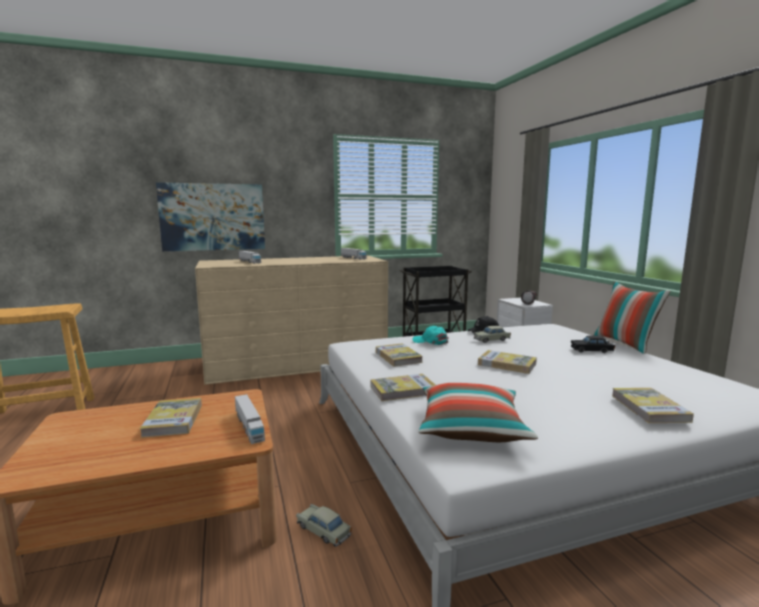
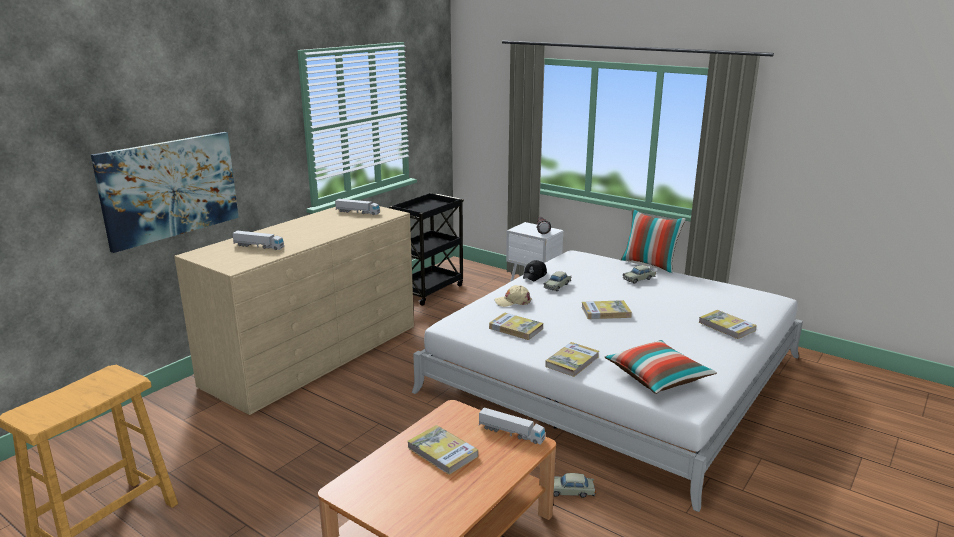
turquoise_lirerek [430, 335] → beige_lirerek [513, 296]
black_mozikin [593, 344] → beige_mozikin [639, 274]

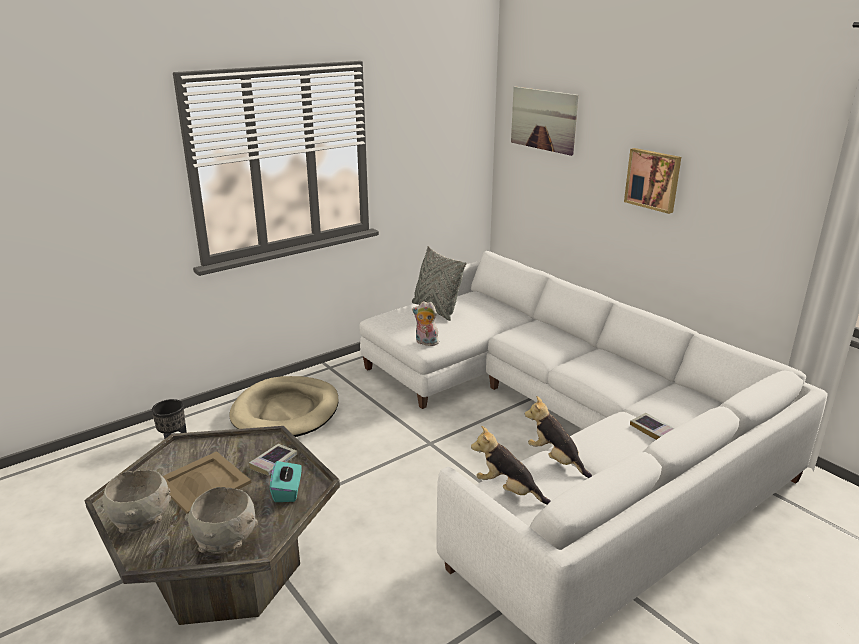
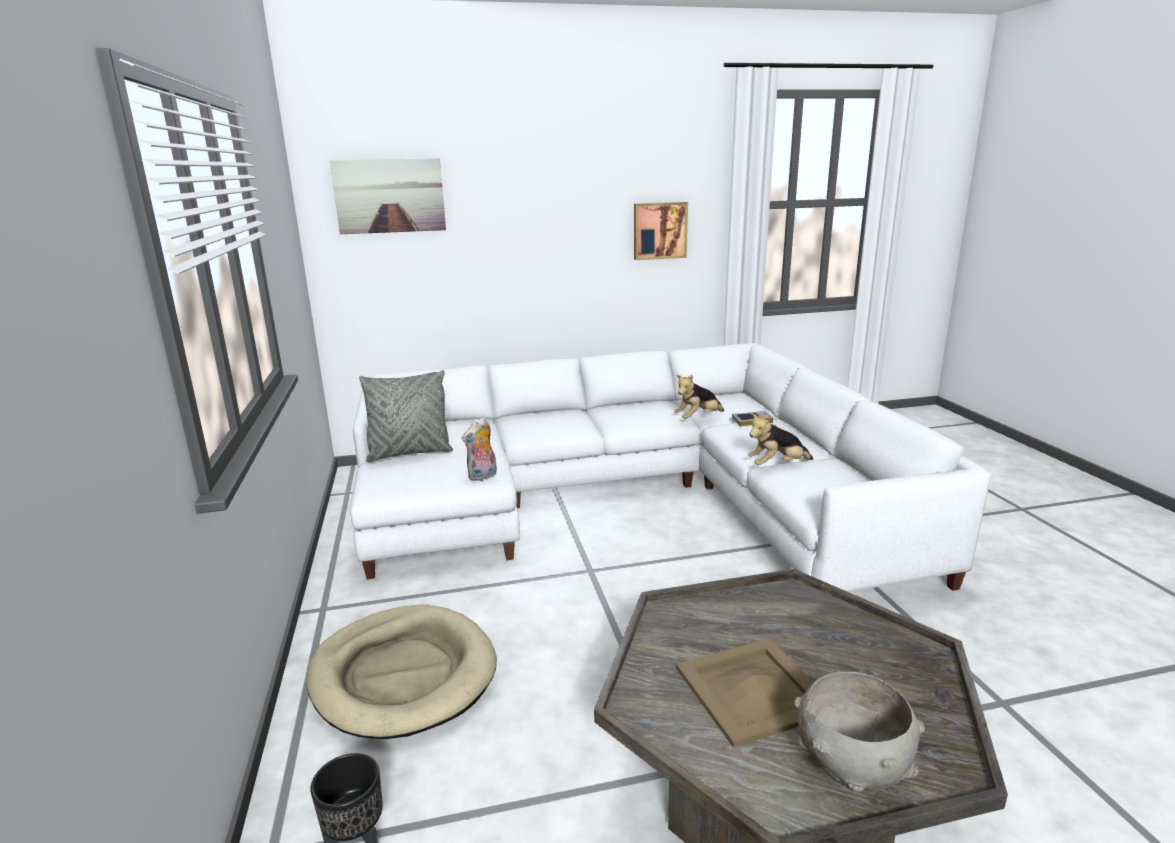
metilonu [652, 181] → metilonu [661, 231], moved
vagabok [511, 465] → vagabok [699, 396], moved
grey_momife [221, 520] → -
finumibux [273, 460] → -
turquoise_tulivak [286, 481] → -

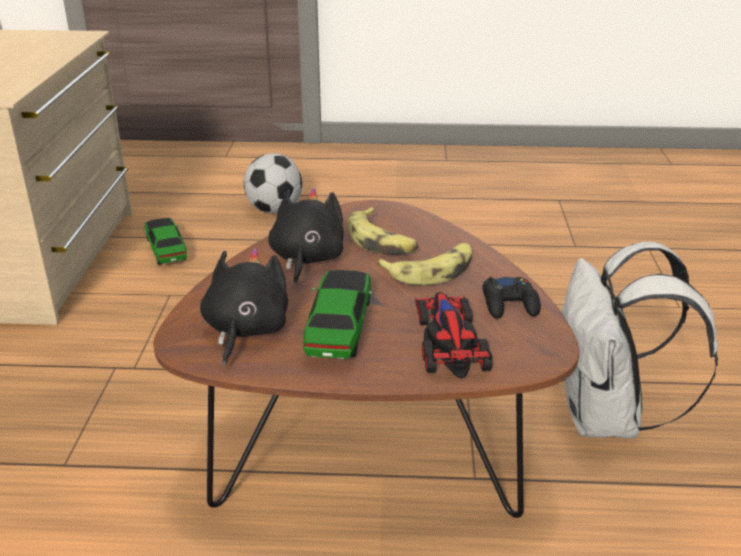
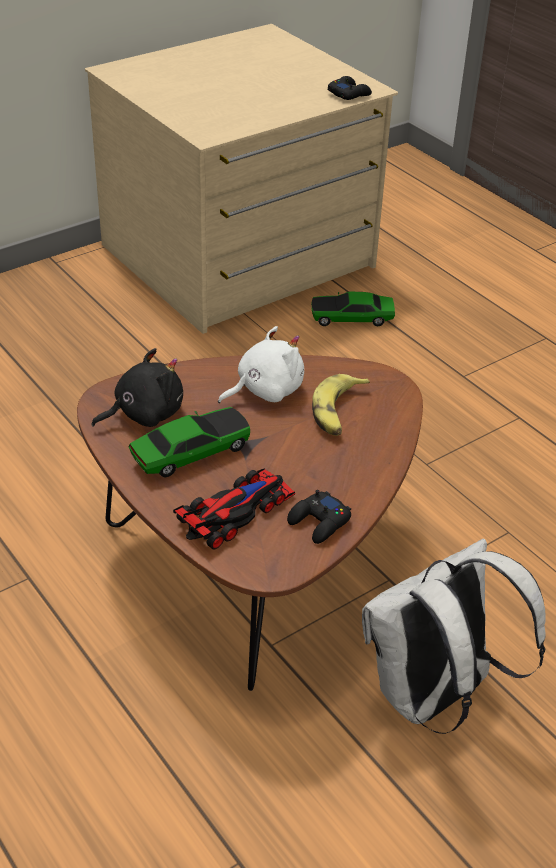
black_vagabok [306, 236] → white_vagabok [261, 364]
mozikin [165, 241] → mozikin [353, 308], 120 degrees counterclockwise
- → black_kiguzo [350, 88]
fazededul [273, 183] → -
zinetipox [424, 264] → -

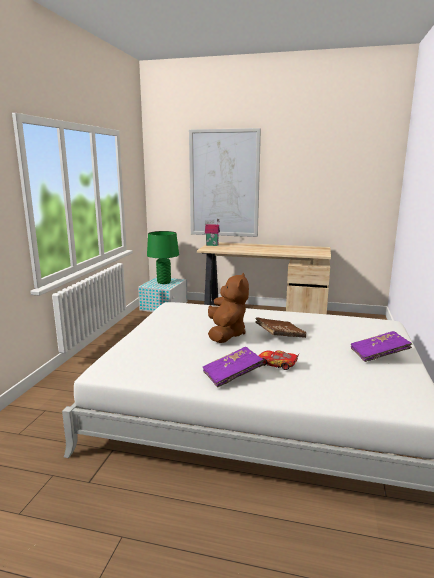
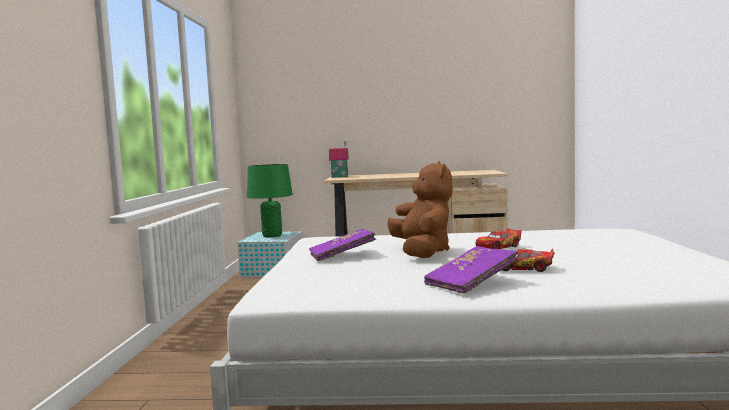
purple_finumibux [381, 346] → purple_finumibux [342, 245], moved
brown_finumibux [281, 327] → mozikin [498, 238]
metilonu [225, 182] → -

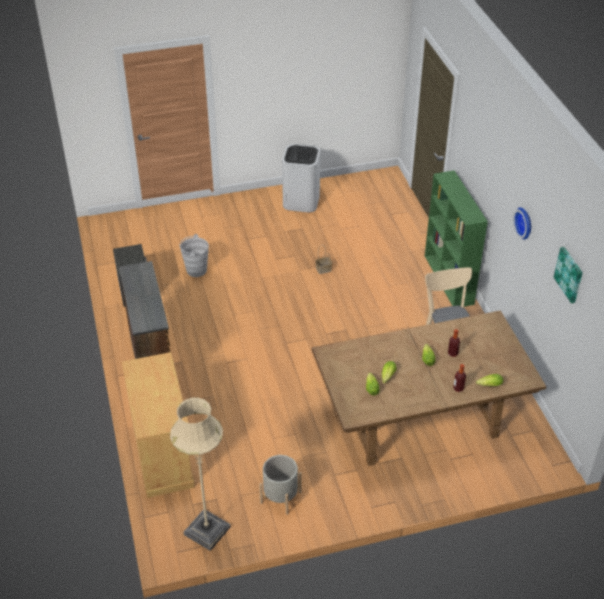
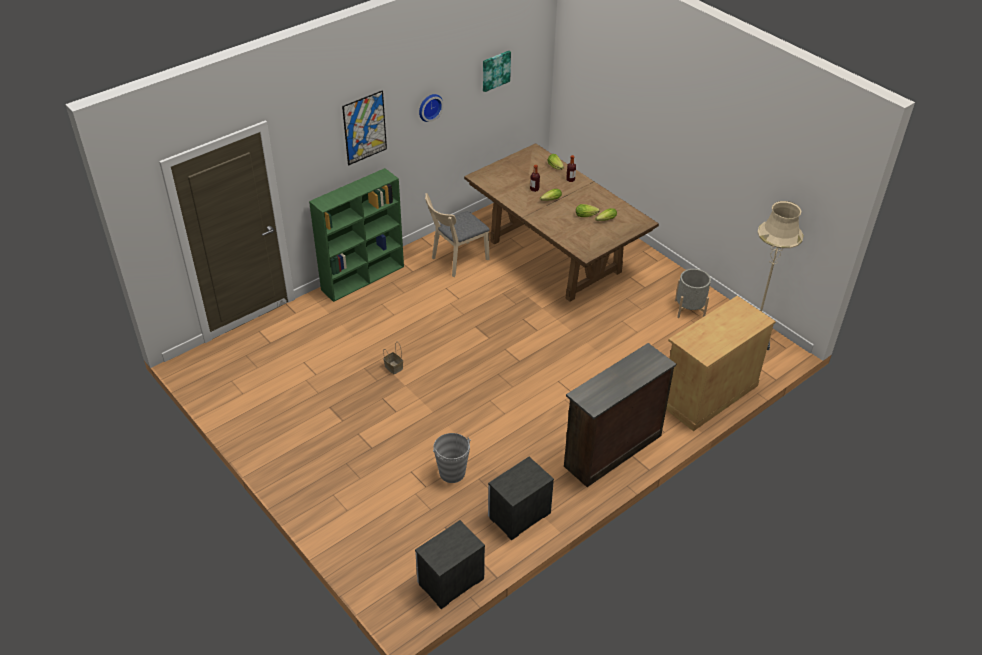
- → metilonu [364, 128]
- → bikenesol [450, 564]
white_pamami [301, 178] → -

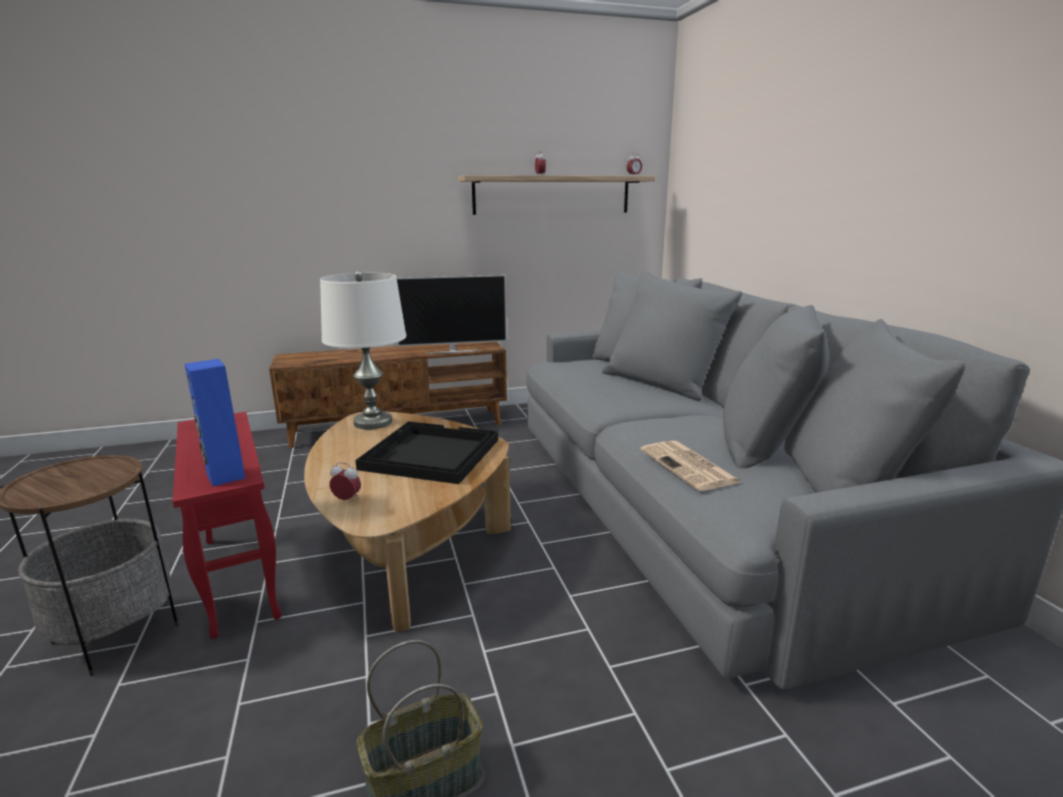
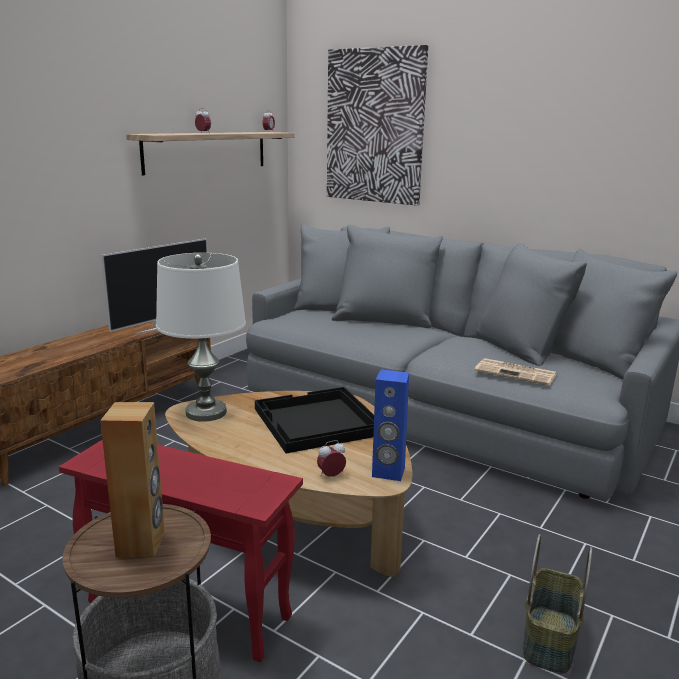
- → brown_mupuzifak [132, 480]
- → metilonu [377, 125]
blue_mupuzifak [215, 422] → blue_mupuzifak [390, 425], moved

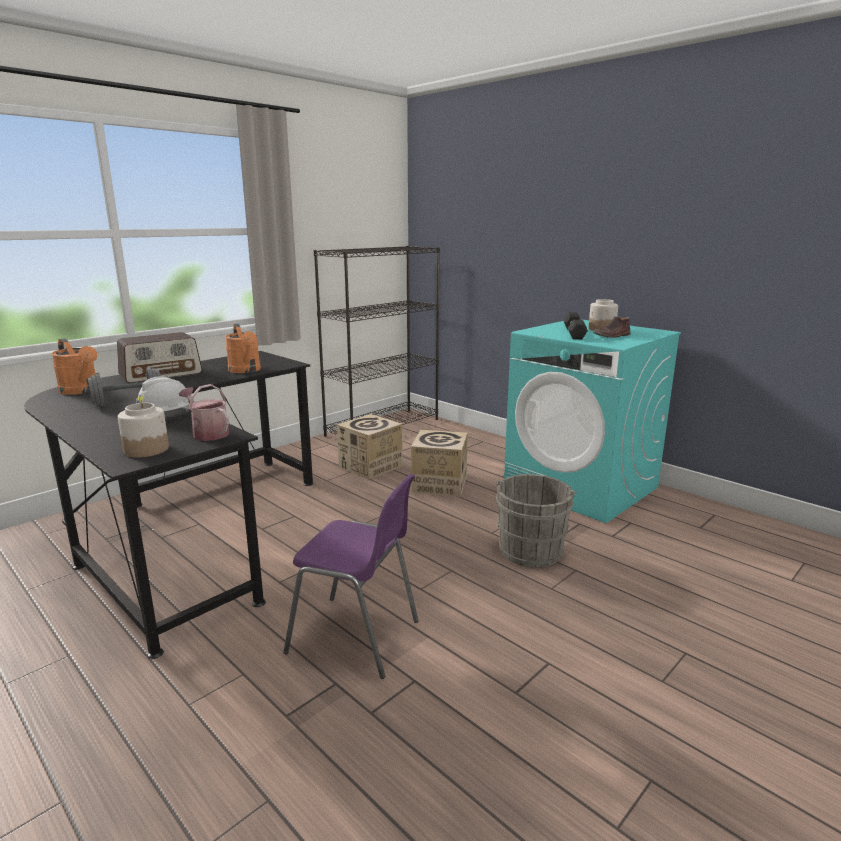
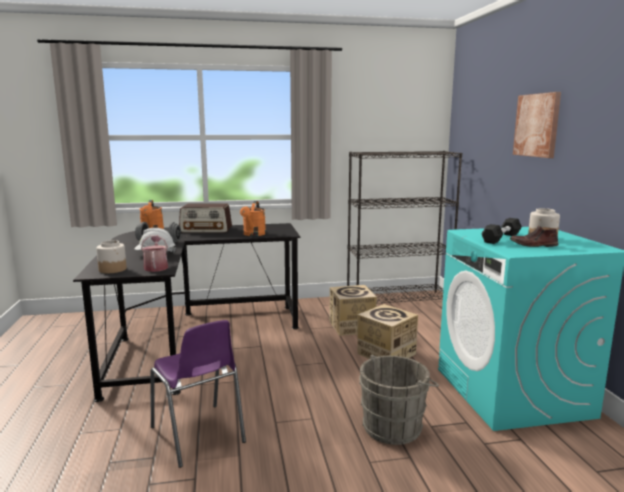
- → metilonu [537, 125]

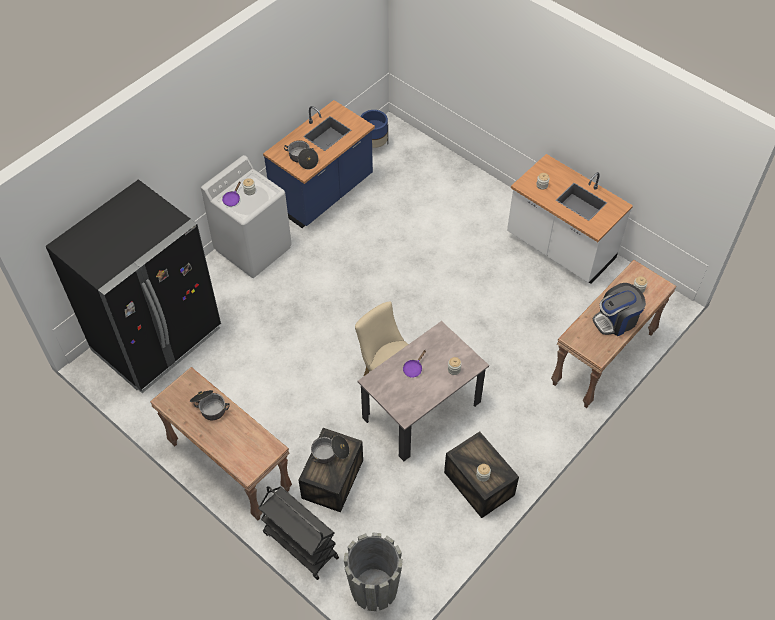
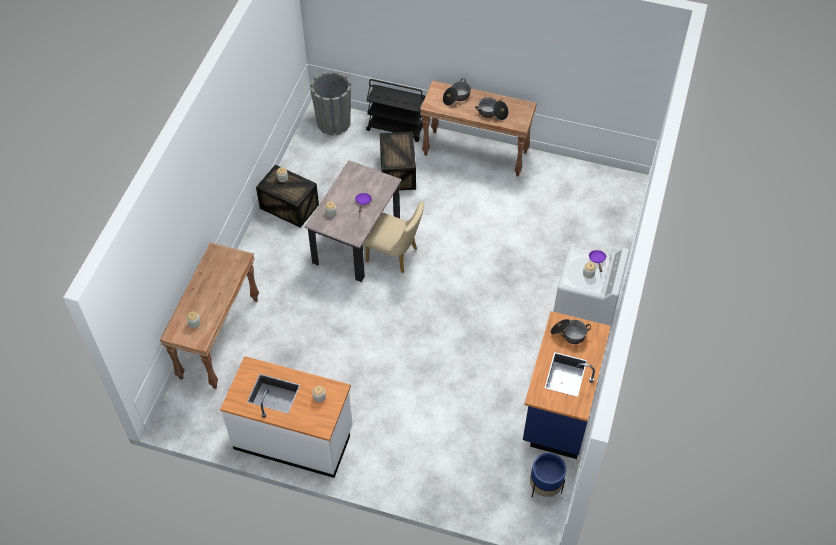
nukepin [329, 449] → nukepin [457, 92], moved
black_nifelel [133, 286] → -
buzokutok [619, 309] → -

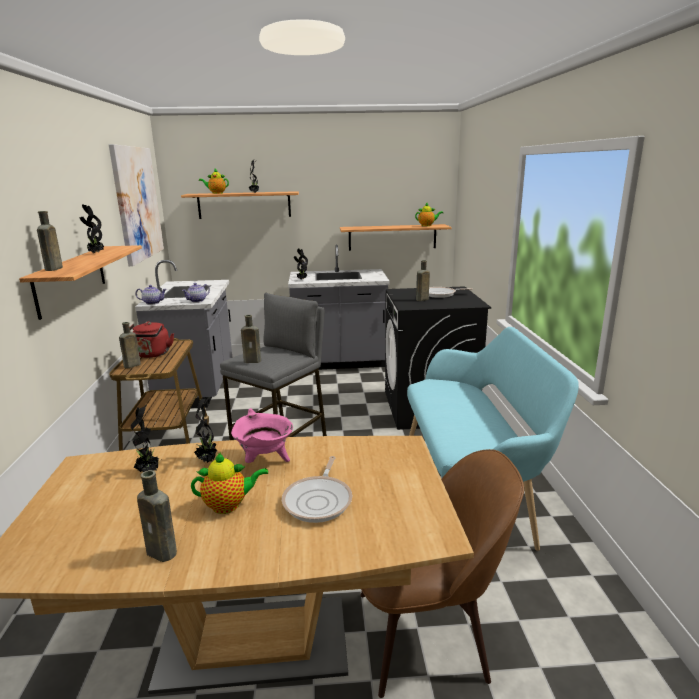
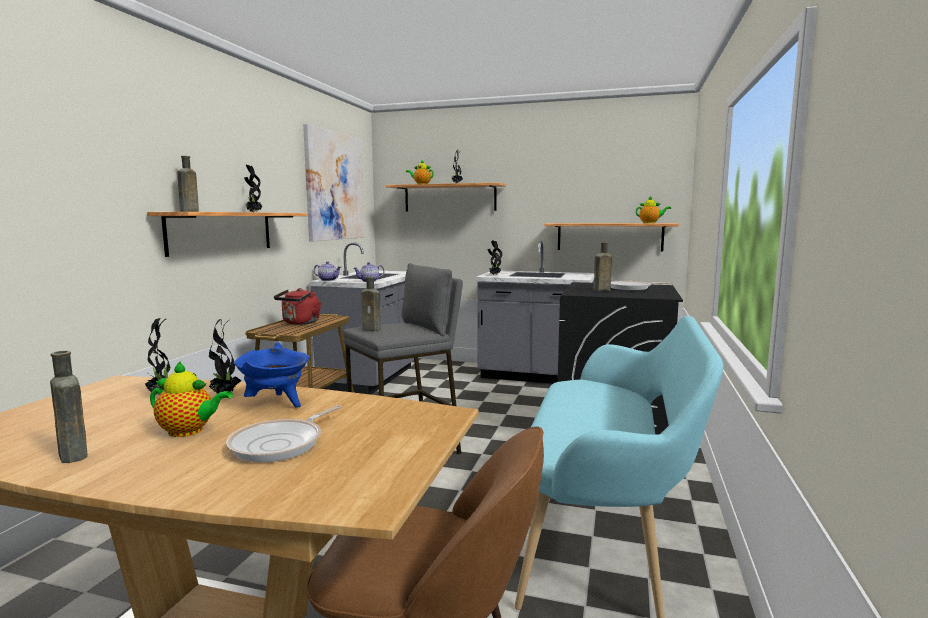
pink_nukepin [262, 435] → blue_nukepin [271, 375]
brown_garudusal [130, 345] → -

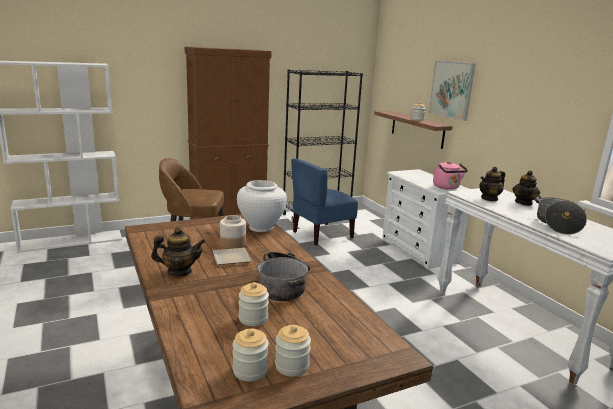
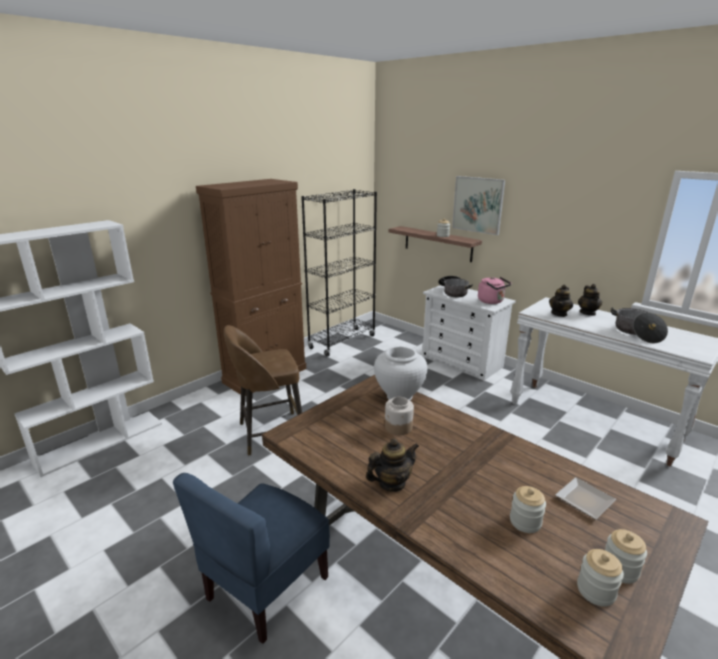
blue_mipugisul [324, 201] → blue_mipugisul [251, 558], moved
nukepin [284, 276] → nukepin [455, 286], moved
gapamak [232, 256] → gapamak [585, 498], moved

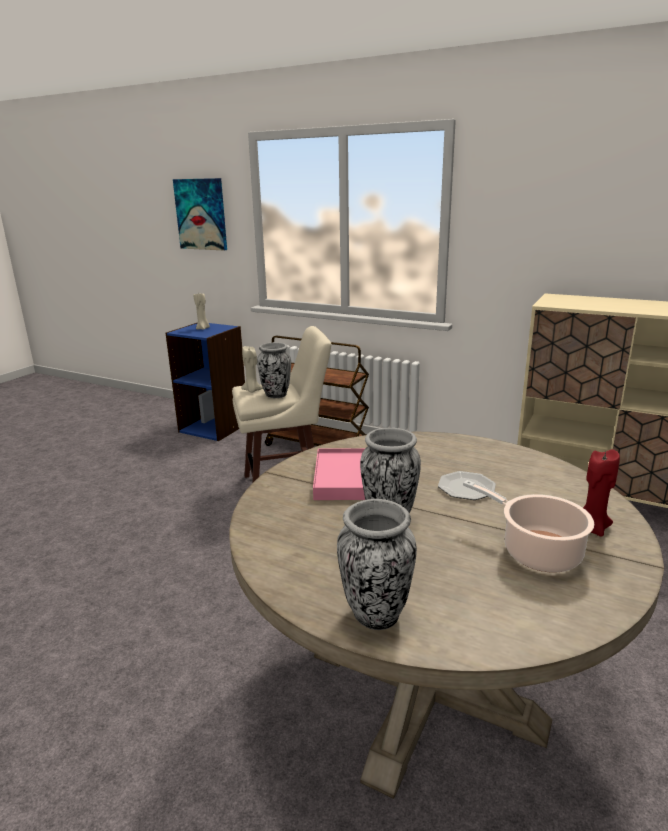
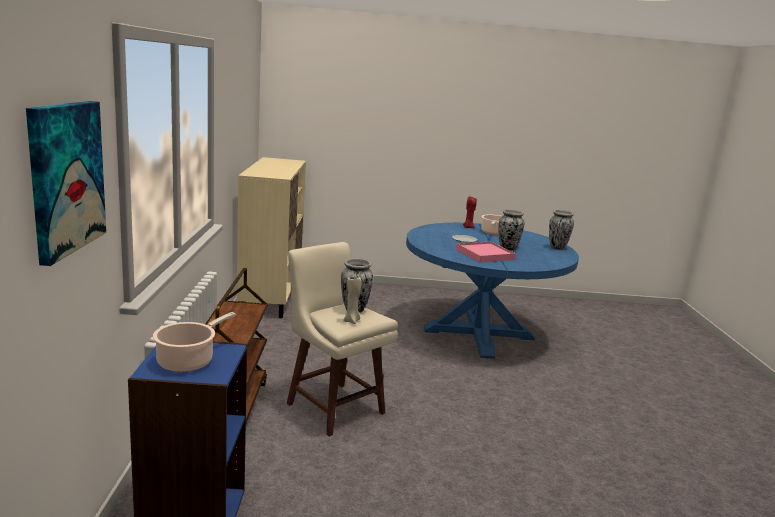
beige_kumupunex [202, 311] → nukepin [194, 342]
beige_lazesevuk [446, 615] → blue_lazesevuk [492, 291]

